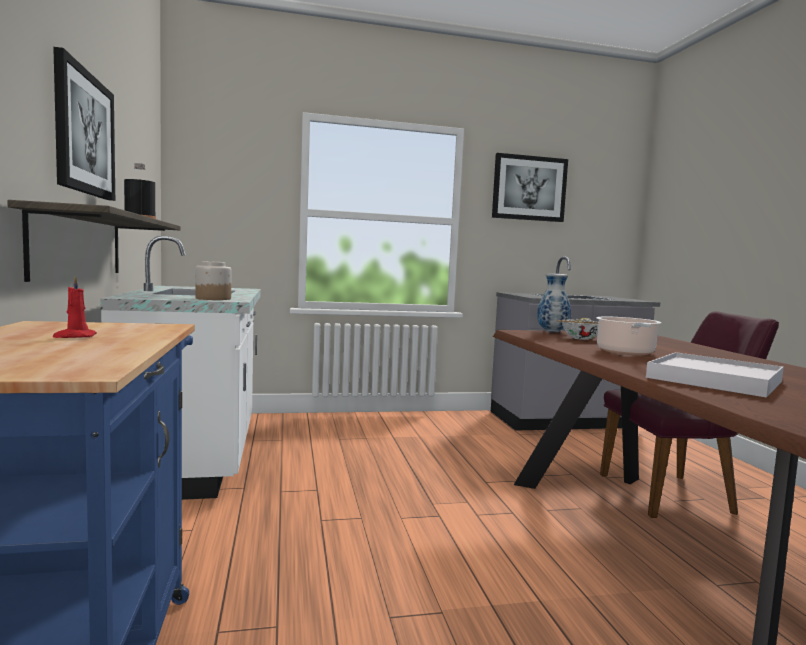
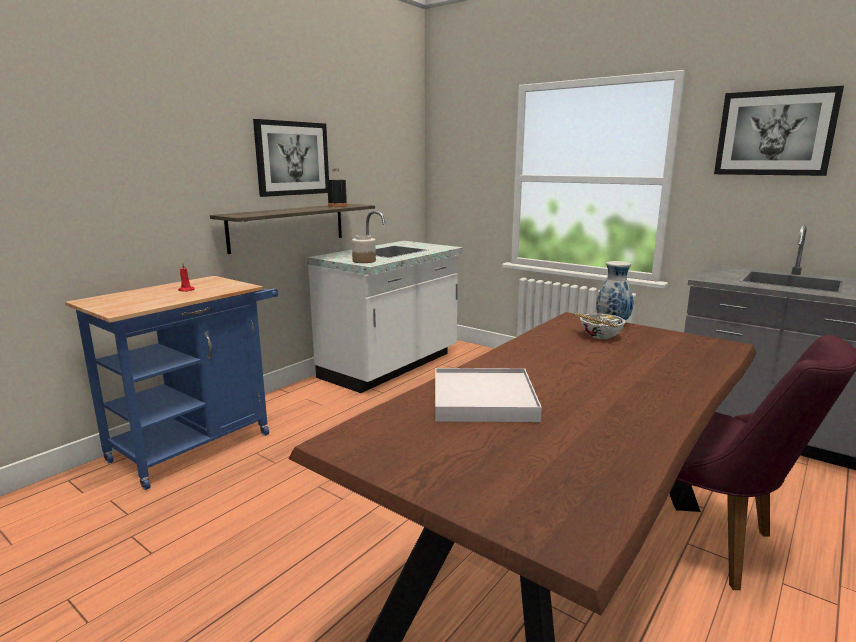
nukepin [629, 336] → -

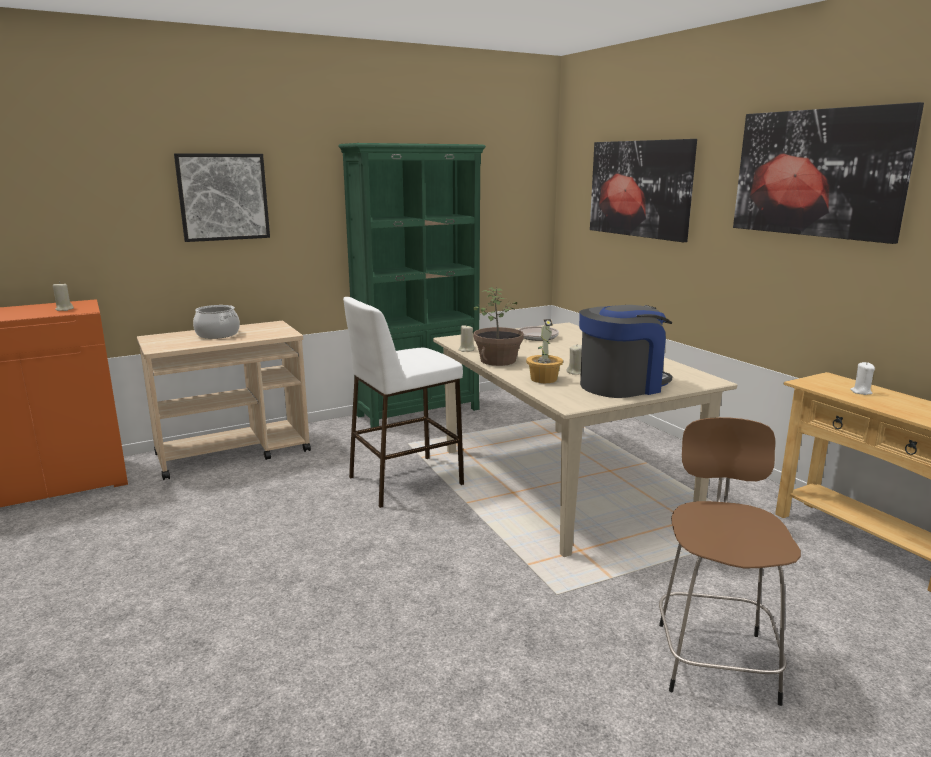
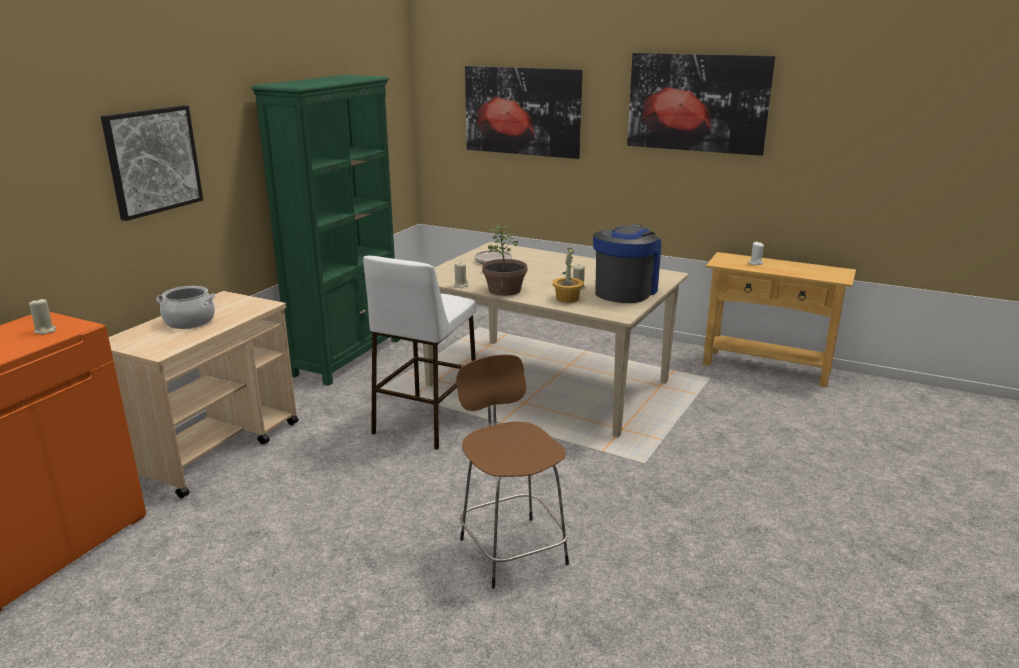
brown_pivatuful [730, 561] → brown_pivatuful [512, 471], moved

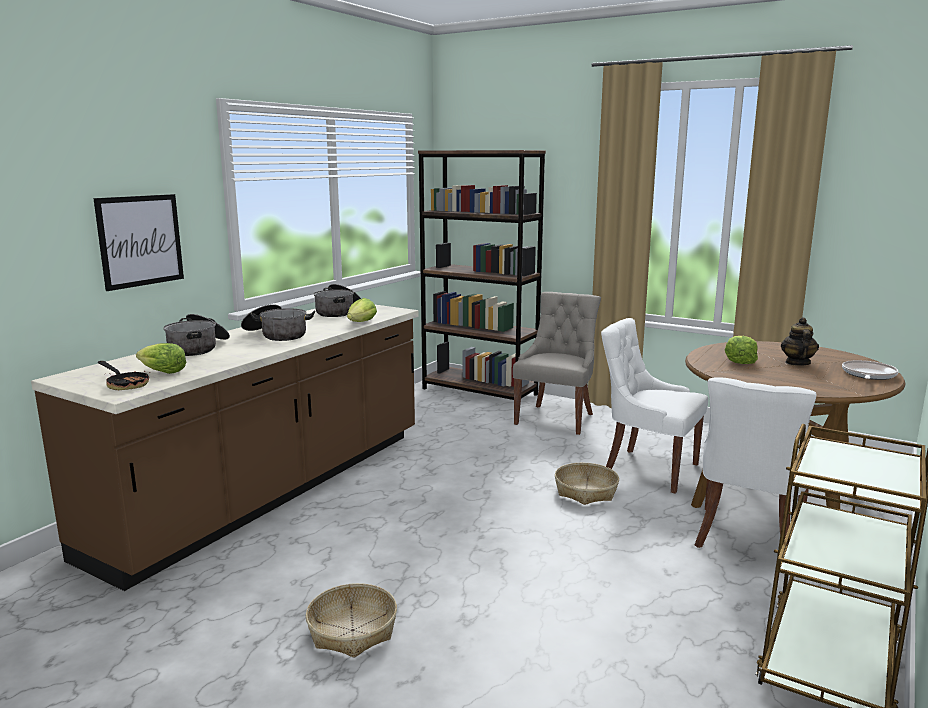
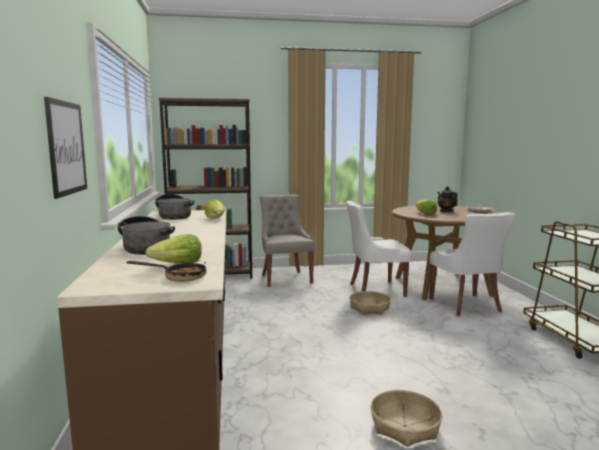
nukepin [278, 322] → -

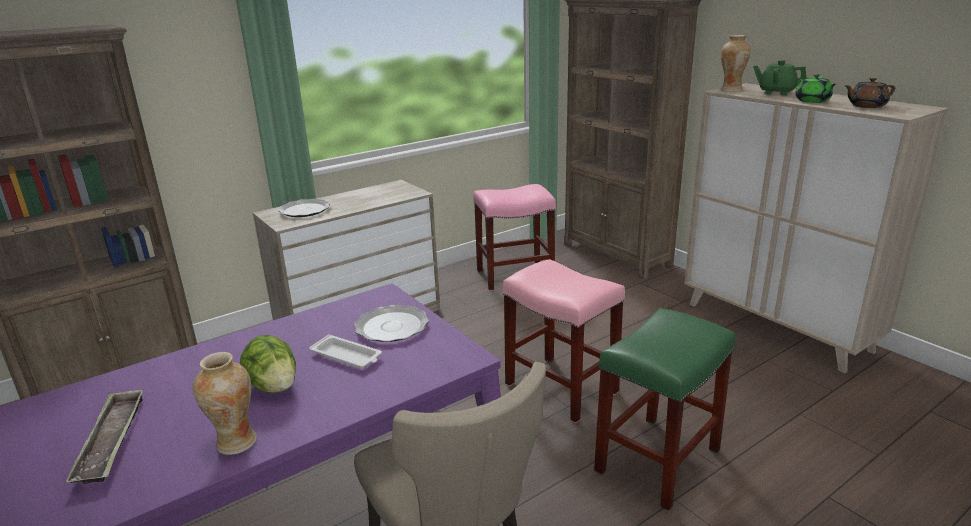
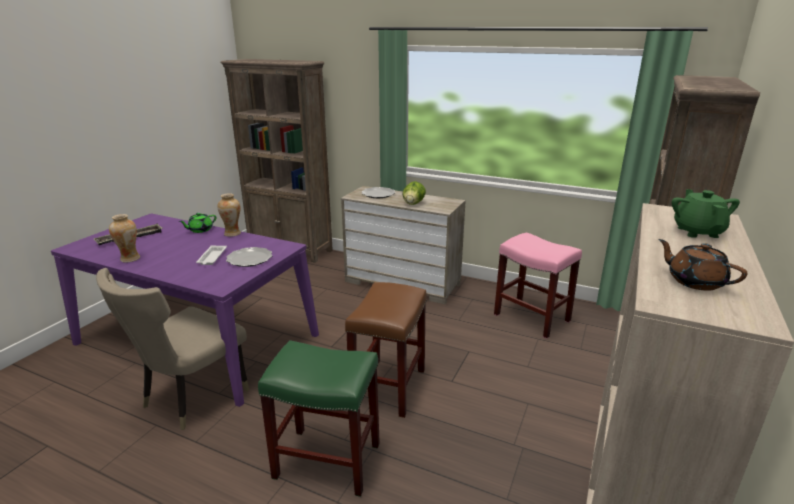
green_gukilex [815, 88] → green_gukilex [197, 223], moved
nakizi [736, 63] → nakizi [229, 215], moved
pink_pivatuful [564, 341] → brown_pivatuful [386, 350]
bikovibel [268, 364] → bikovibel [414, 193], moved

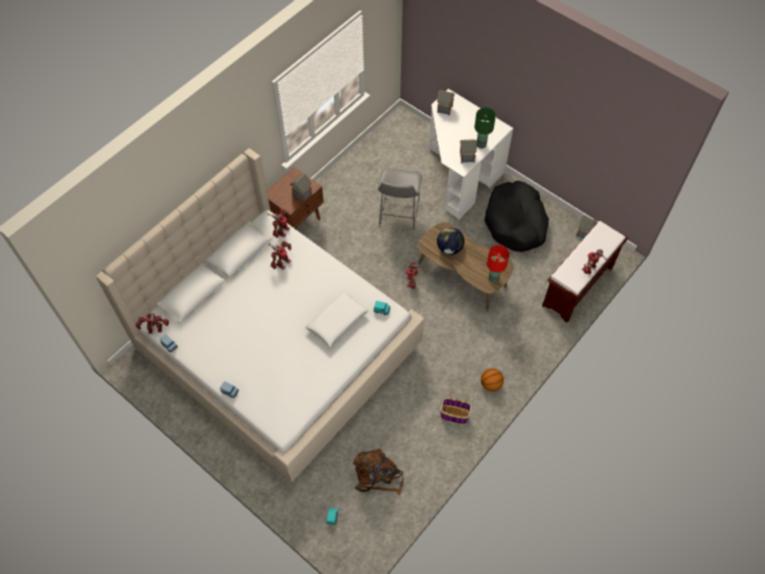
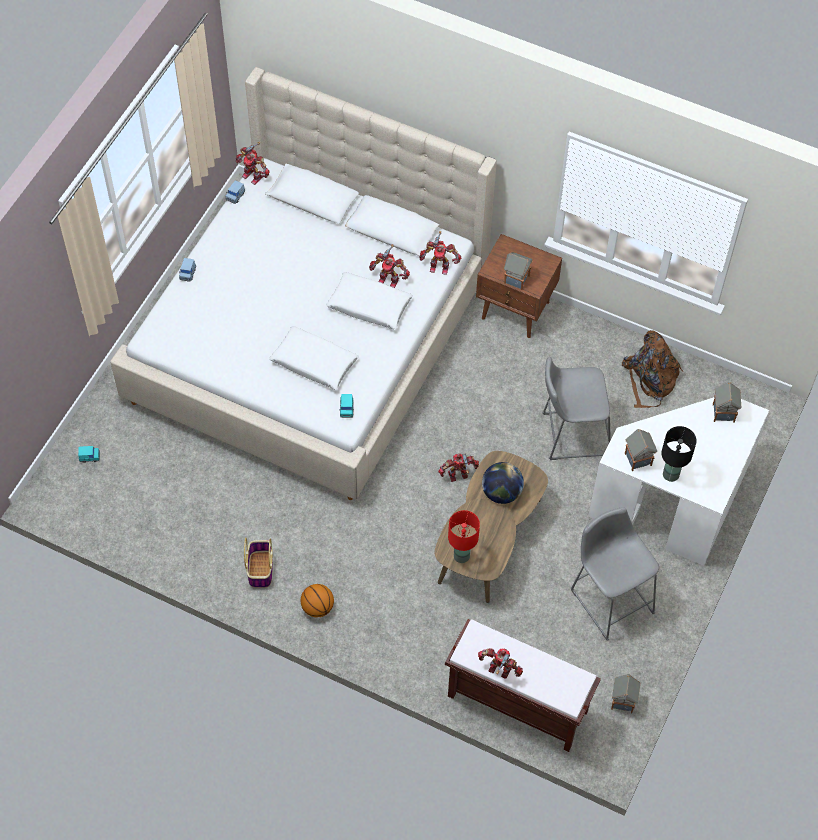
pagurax [152, 323] → pagurax [253, 163], 150 degrees clockwise
- → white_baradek [369, 301]
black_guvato [517, 216] → grey_pivatuful [615, 573]
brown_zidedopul [378, 472] → brown_zidedopul [652, 369], moved
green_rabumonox [485, 128] → black_rabumonox [679, 454]

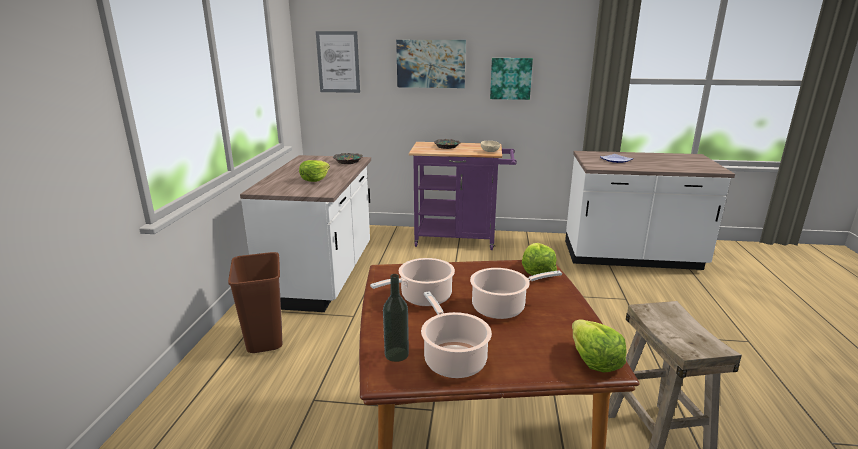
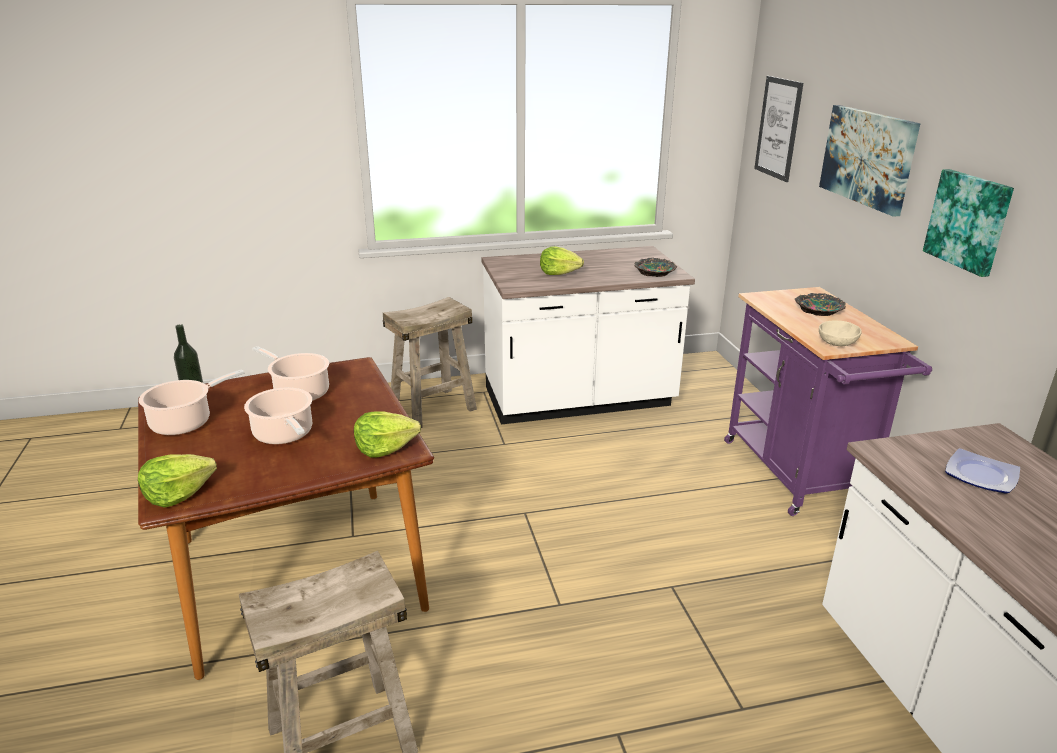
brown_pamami [255, 302] → beige_pivatuful [430, 362]

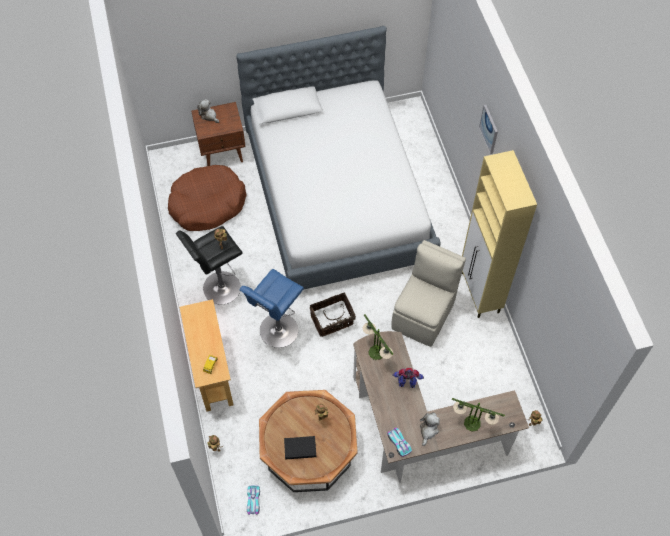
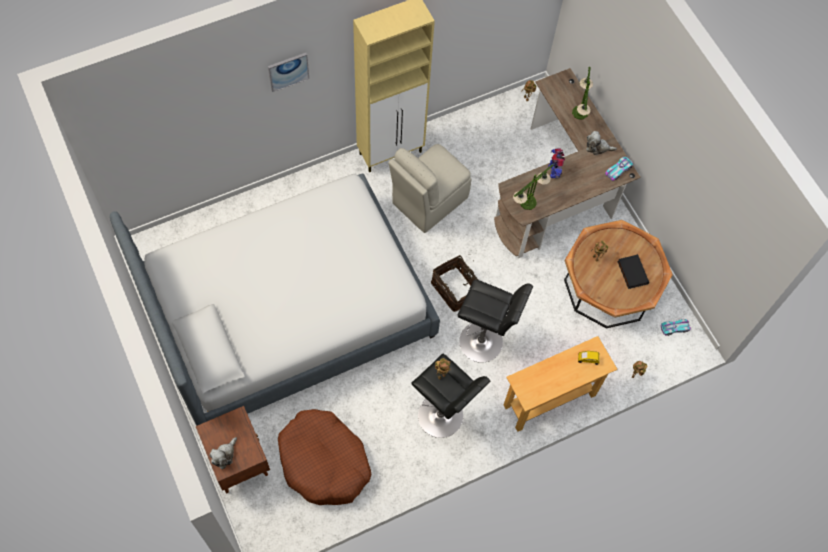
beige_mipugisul [428, 293] → beige_mipugisul [429, 188], 60 degrees counterclockwise
blue_pivatuful [272, 308] → black_pivatuful [495, 321]

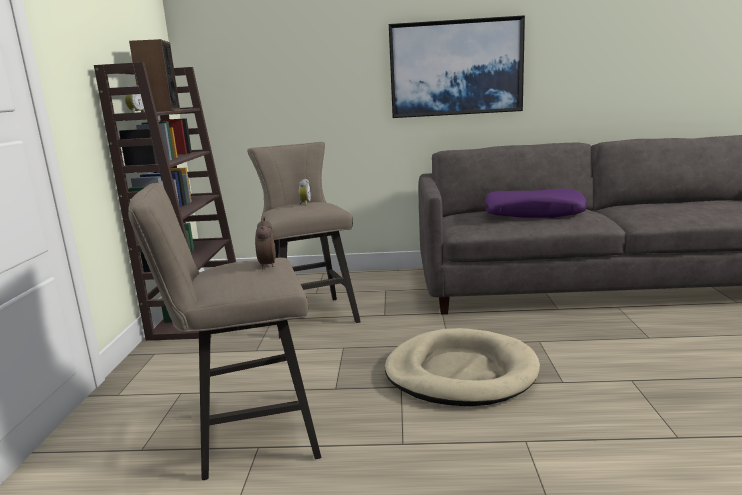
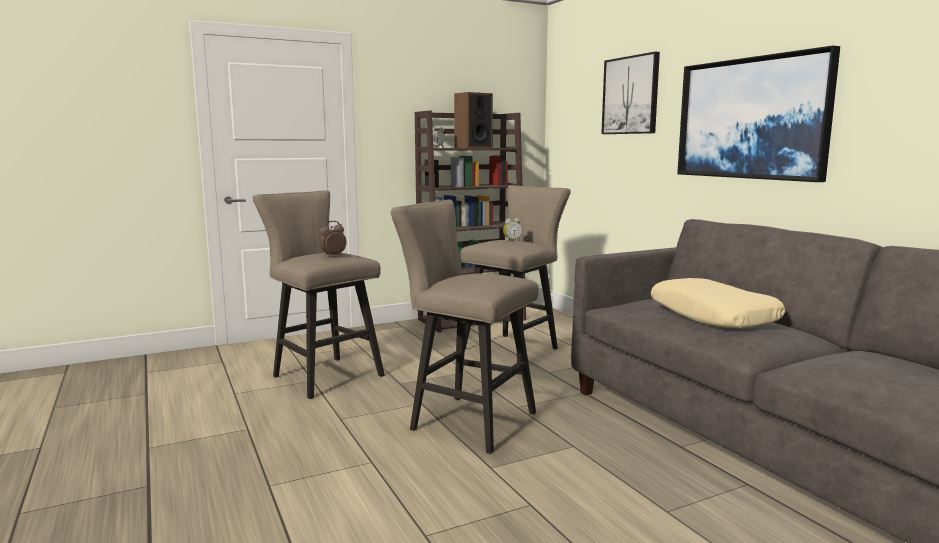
beige_guvato [462, 367] → beige_pivatuful [465, 327]
- → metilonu [630, 93]
purple_baradek [536, 203] → beige_baradek [718, 303]

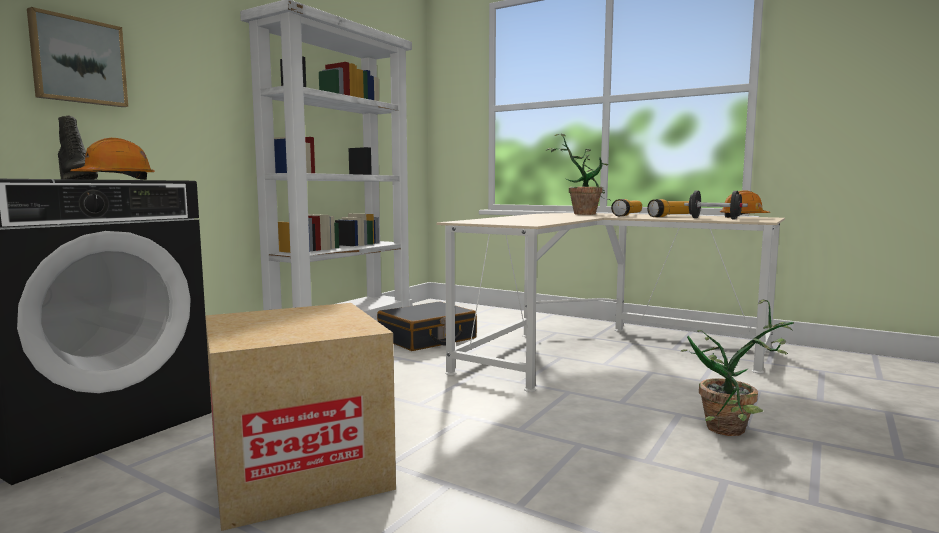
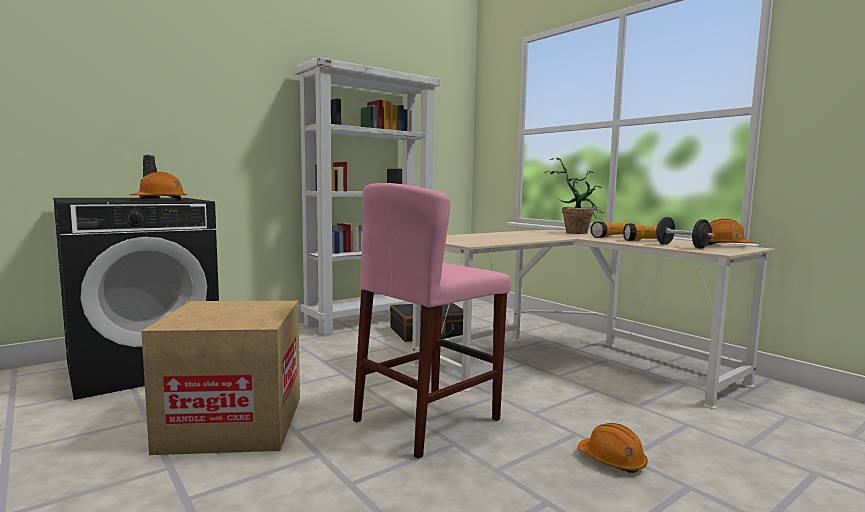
- → pink_pivatuful [432, 321]
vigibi [737, 368] → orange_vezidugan [613, 448]
metilonu [77, 57] → -

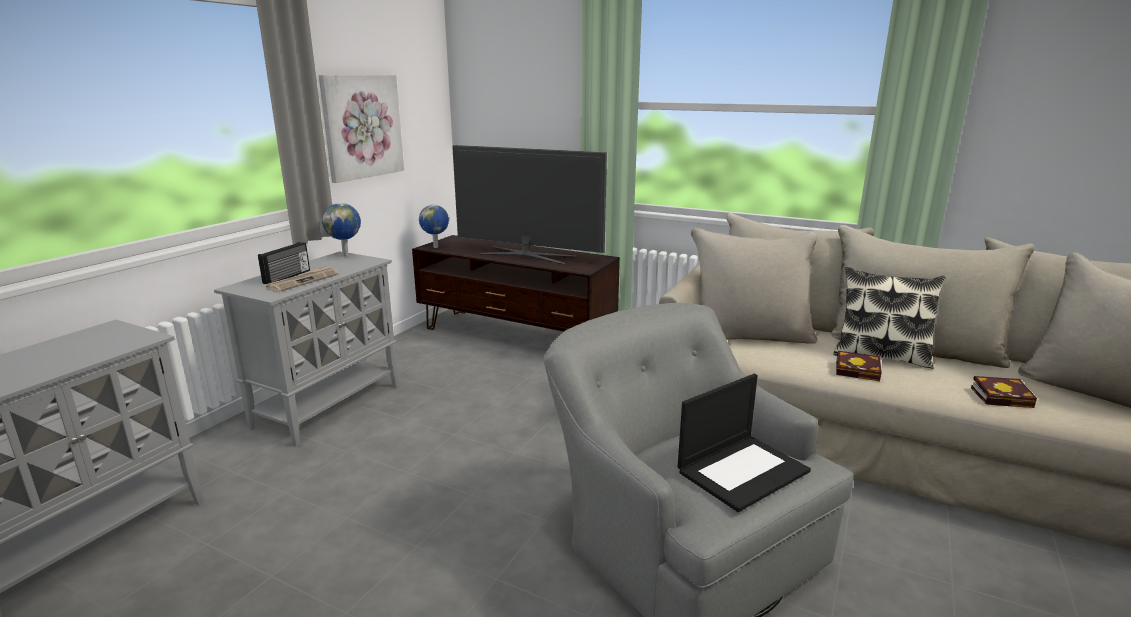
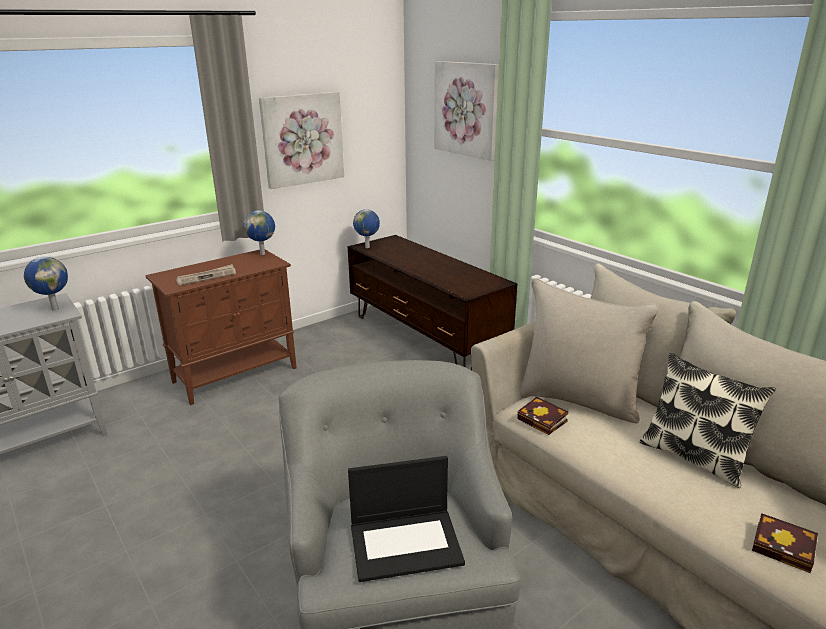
- → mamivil [46, 284]
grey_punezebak [306, 349] → brown_punezebak [221, 327]
- → metilonu [466, 111]
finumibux [859, 366] → finumibux [542, 416], moved
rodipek [284, 263] → -
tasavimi [529, 204] → -

